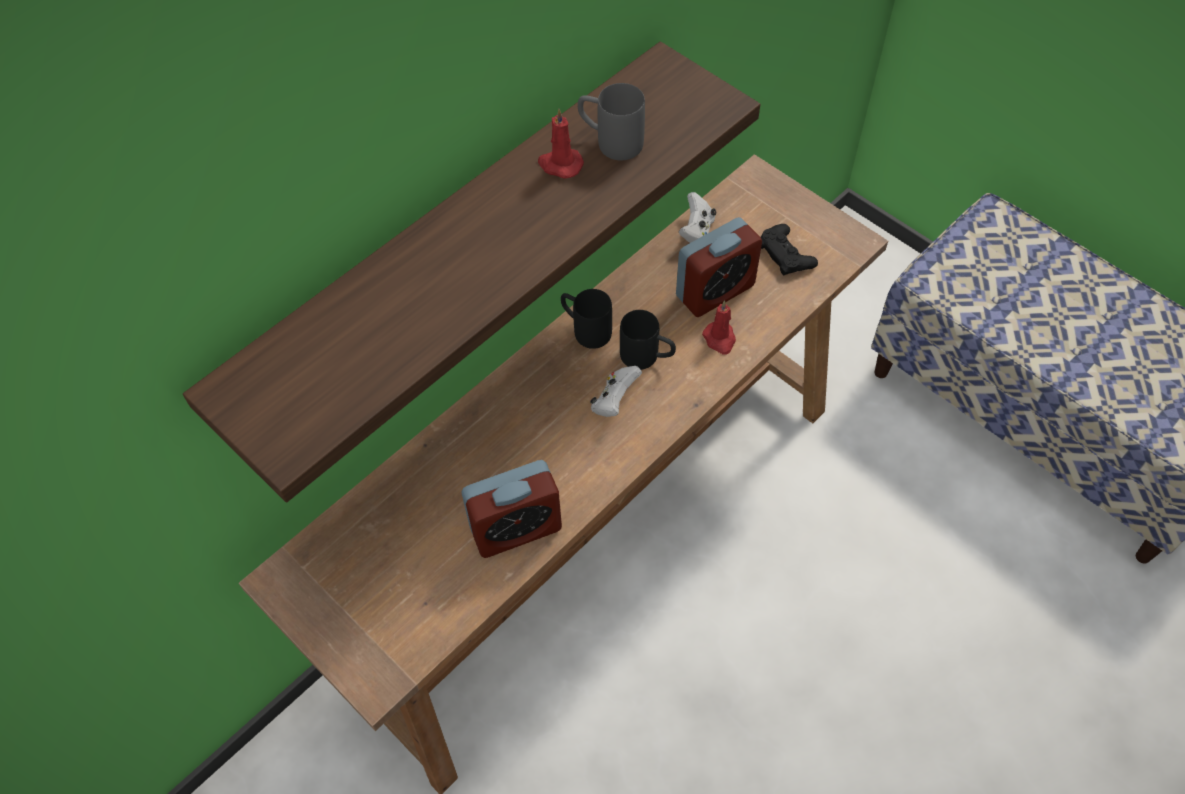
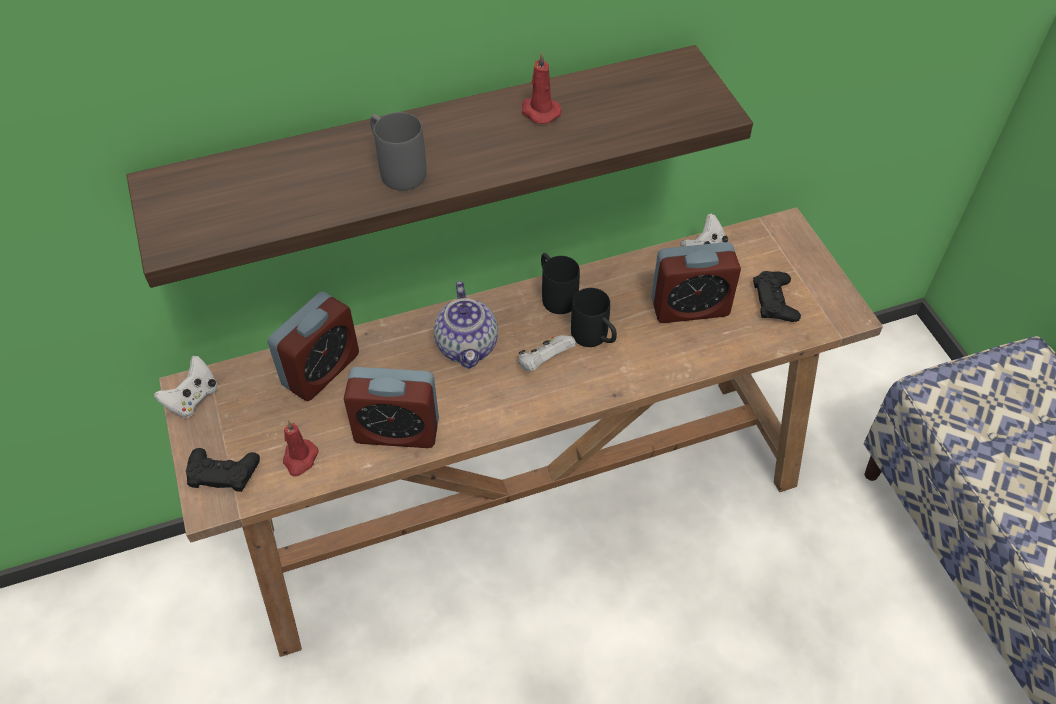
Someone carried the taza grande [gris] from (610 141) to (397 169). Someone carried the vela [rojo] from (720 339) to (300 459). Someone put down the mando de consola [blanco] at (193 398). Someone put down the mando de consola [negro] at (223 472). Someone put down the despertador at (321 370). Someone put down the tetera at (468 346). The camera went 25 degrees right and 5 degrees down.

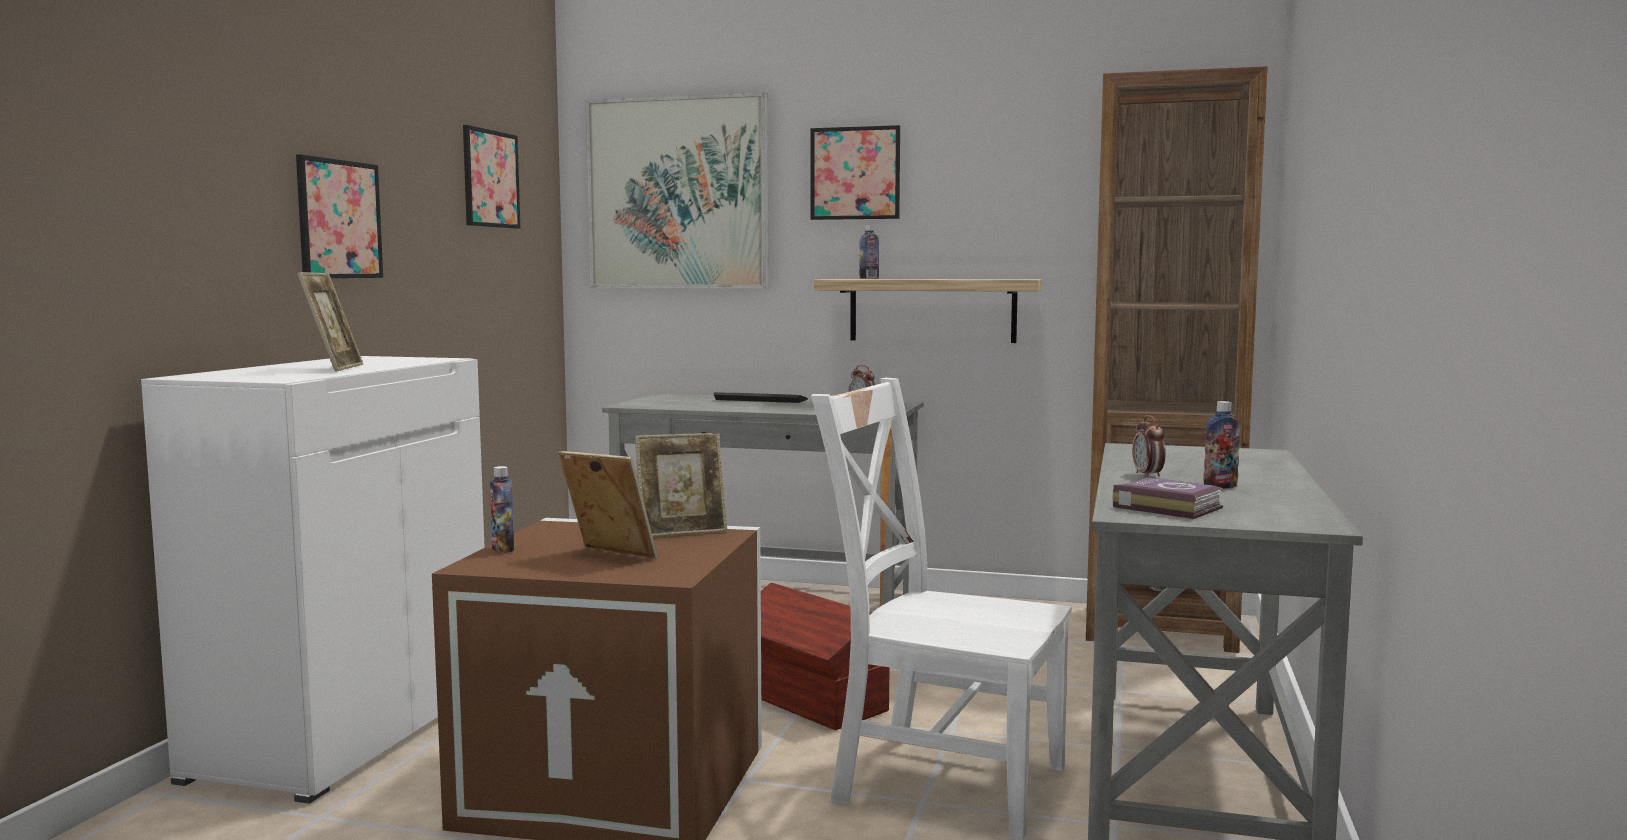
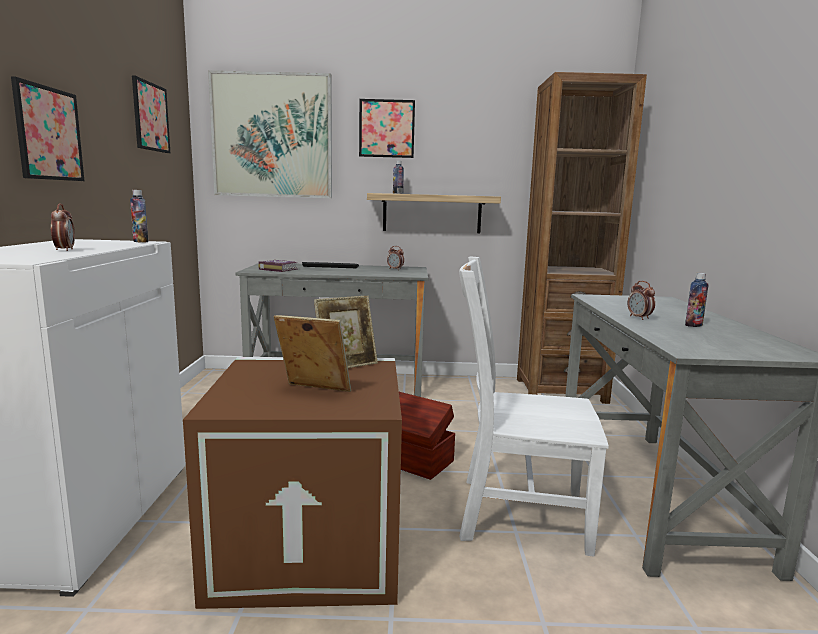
Someone swapped the portarretratos at (334 368) for the despertador at (64 250). Someone carried the botella from (503 549) to (140 241). Someone carried the libro from (1166 507) to (278 269). The camera went 15 degrees left and 5 degrees up.

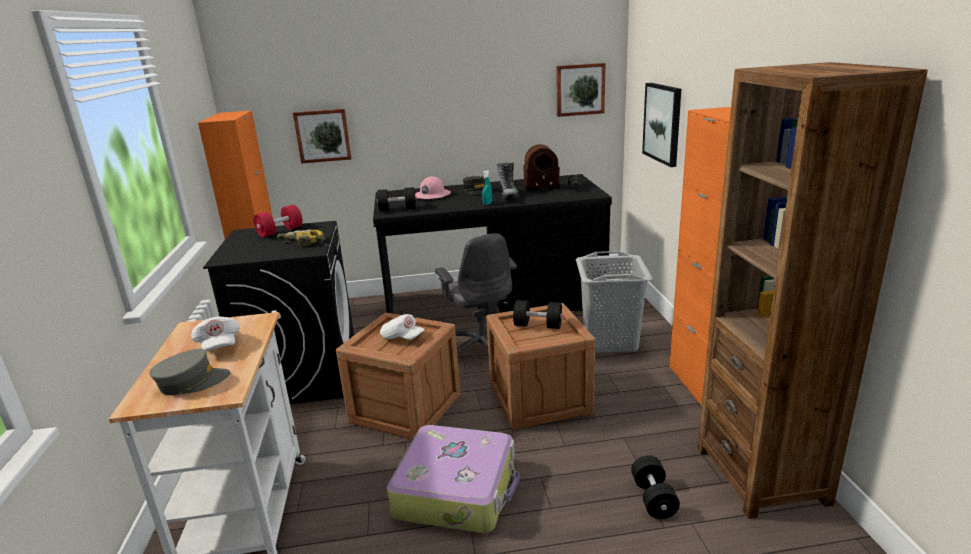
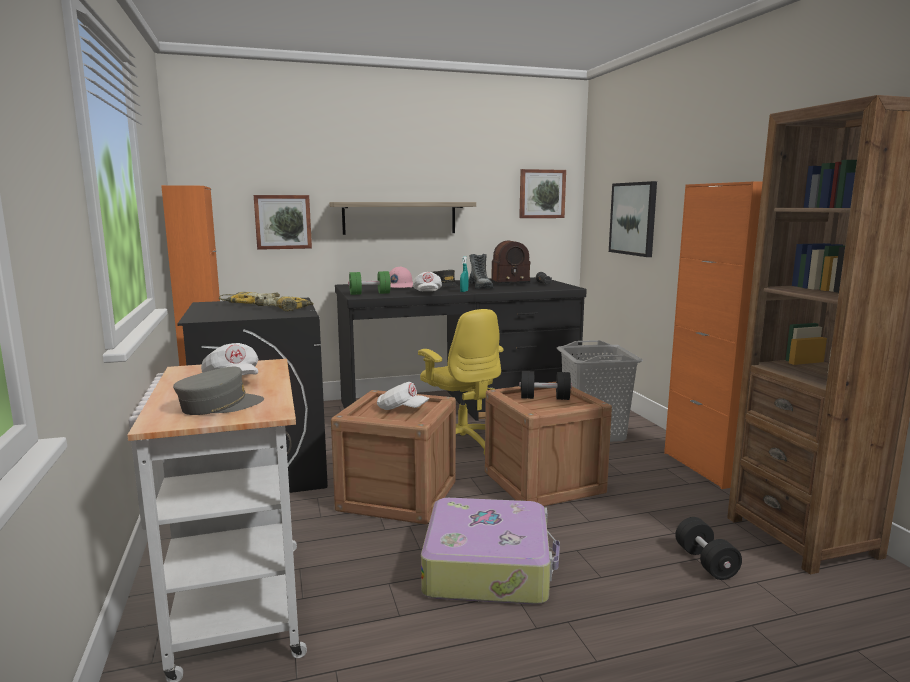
Someone swapped the mancuerna [rojo] at (280 231) for the taladro at (251 303). Someone repainted the mancuerna [negro] at (397 209), which became the mancuerna [verde] at (369 294). Someone repainted the silla de oficina [gris] at (482 349), which became the silla de oficina [amarillo] at (462 443). Someone put up the estante at (399 218). Someone put down the gorra [blanco] at (427 293). The camera went 10 degrees left and 10 degrees down.

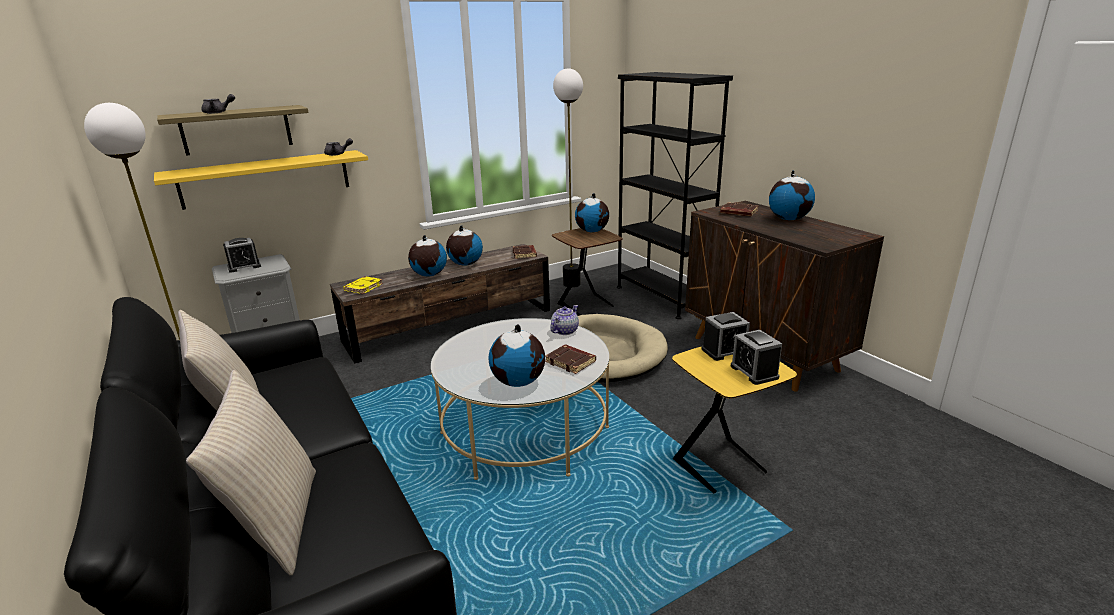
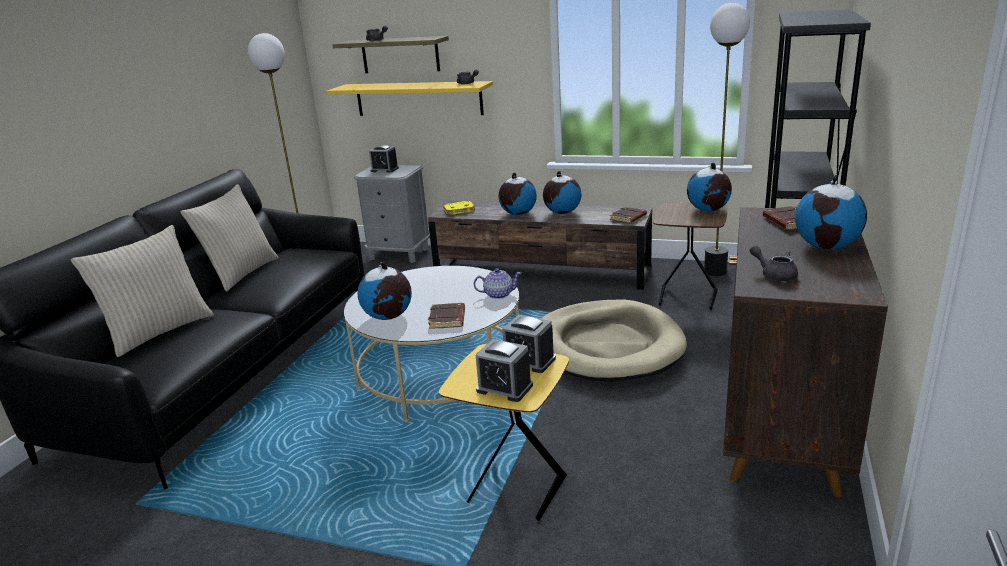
Someone rotated the despertador at (754 372) by 90 degrees counterclockwise. Someone put down the tetera [gris] at (774 275). The camera went 50 degrees right and 0 degrees up.

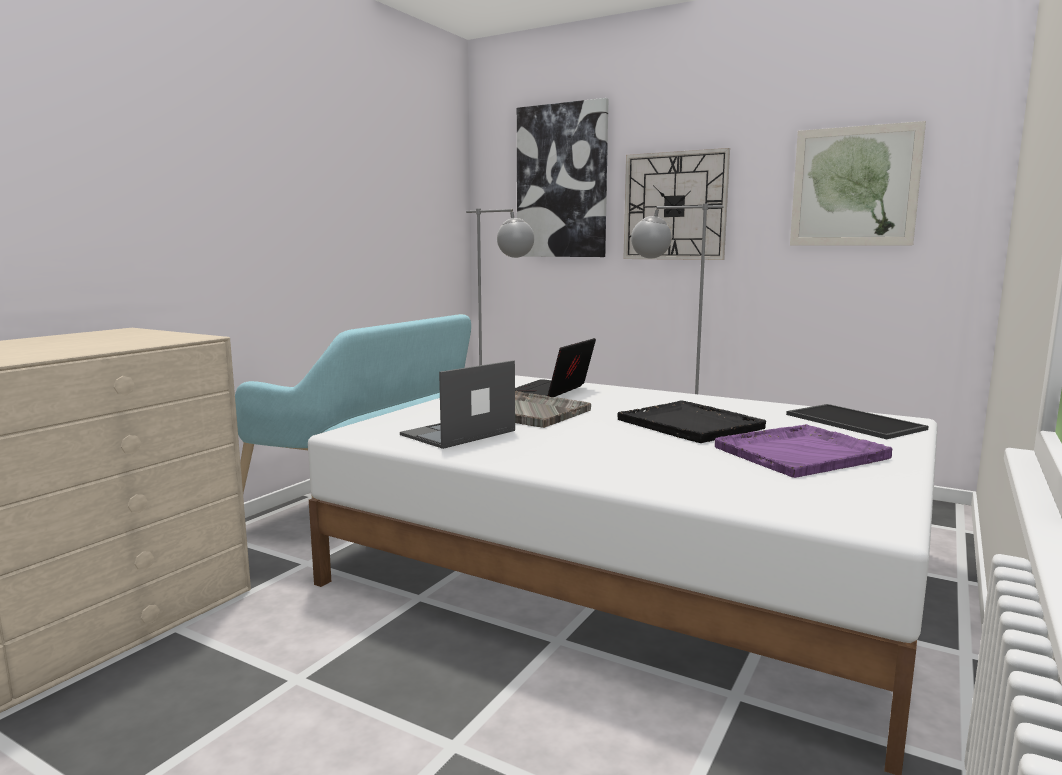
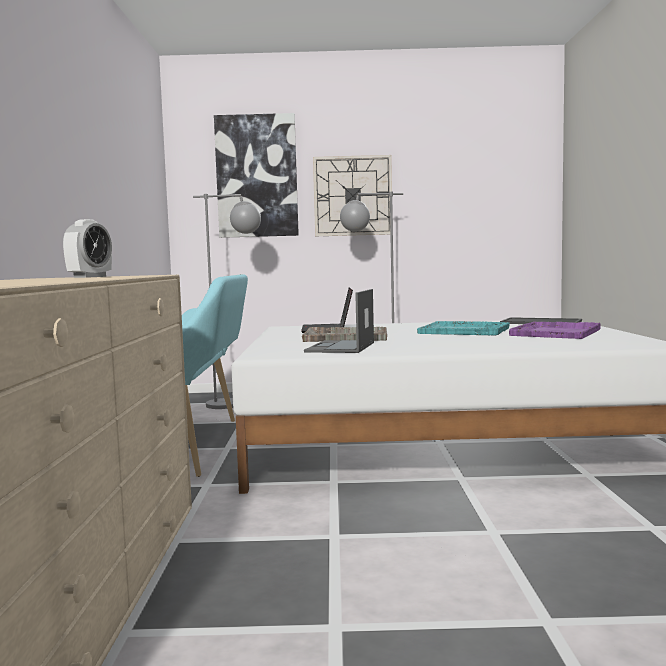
Someone repainted the bandeja [negro] at (690 424), which became the bandeja [turquesa] at (465 331). Someone took away the cuadro at (854 186). Someone put down the despertador at (90 277). The camera went 30 degrees left and 5 degrees down.

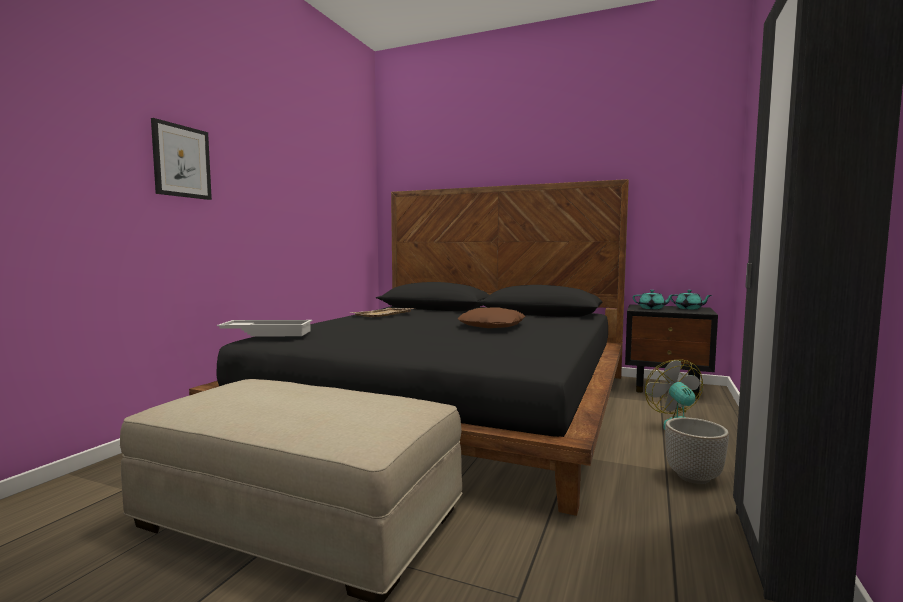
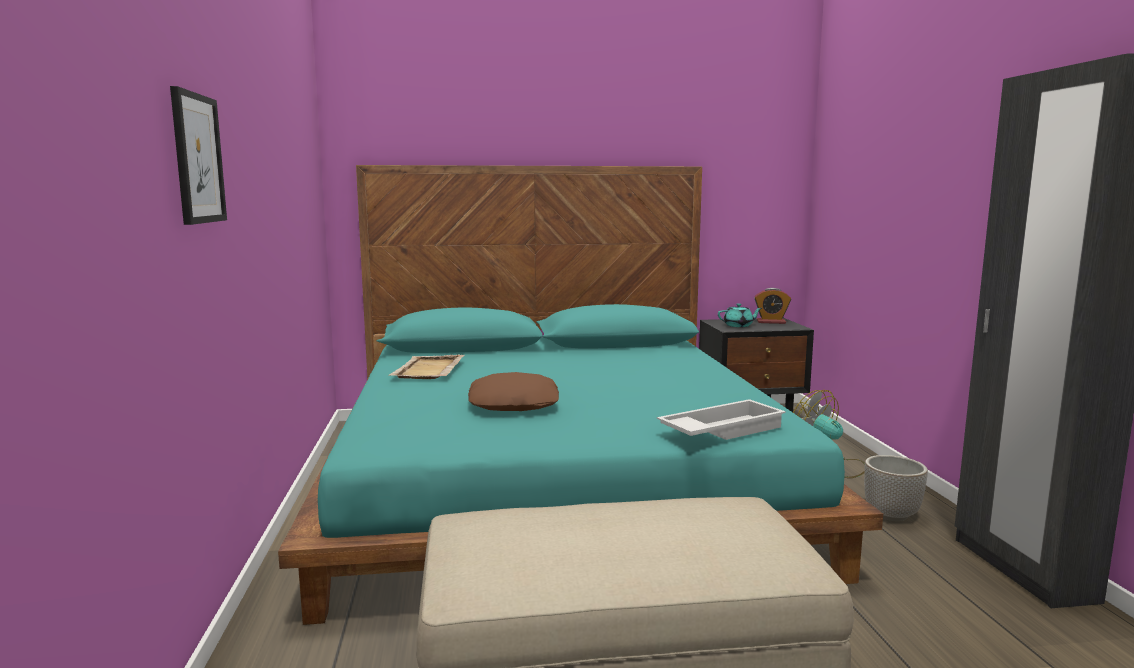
Someone repainted the cama [negro] at (450 402), which became the cama [turquesa] at (557 482). Someone carried the bandeja [blanco] from (268 333) to (721 430). Someone carried the cojín [marrón] from (492 326) to (514 403). Someone swapped the tetera [turquesa] at (689 308) for the despertador at (771 322). The camera went 30 degrees left and 5 degrees up.

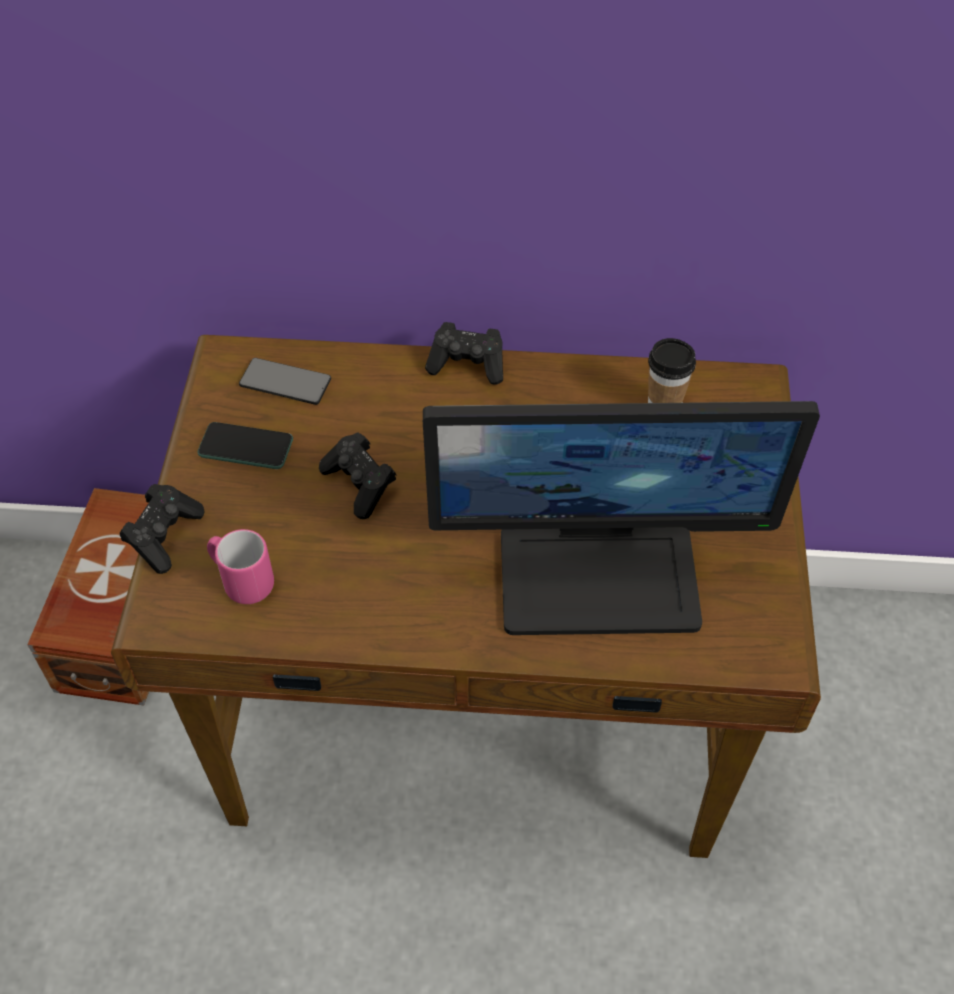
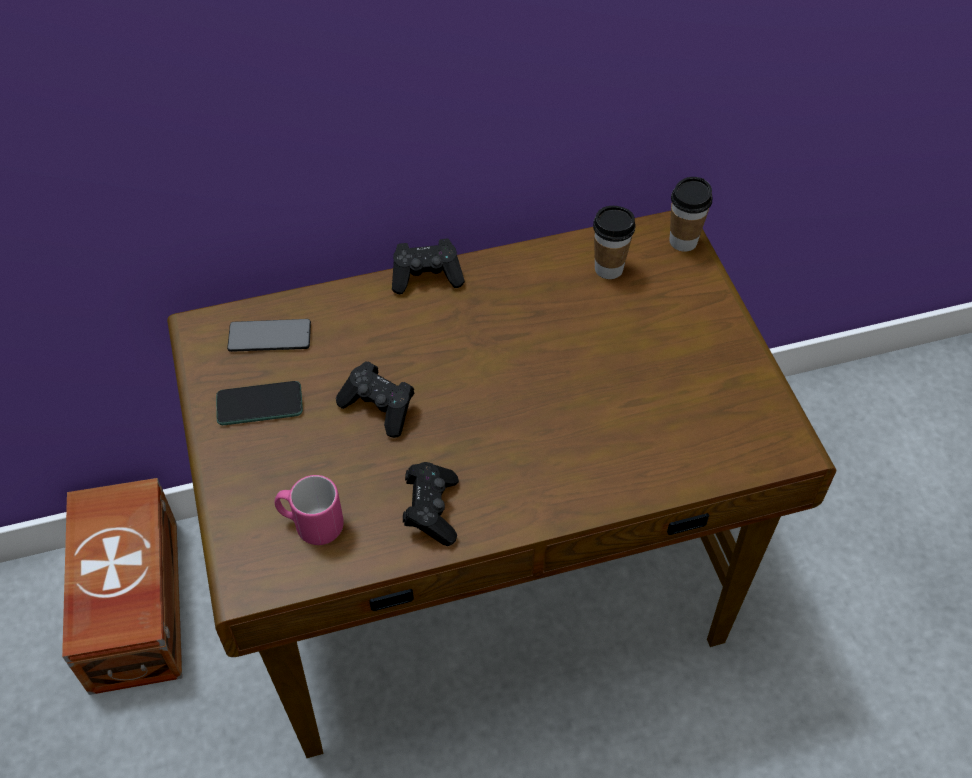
Someone carried the mando de consola [negro] from (164 536) to (431 510). Someone took away the monitor at (599 575). Someone put down the taza at (683 241). The camera went 20 degrees left and 0 degrees up.

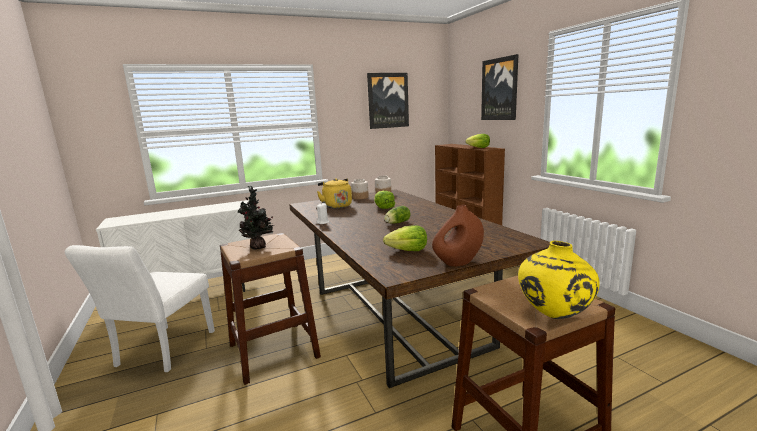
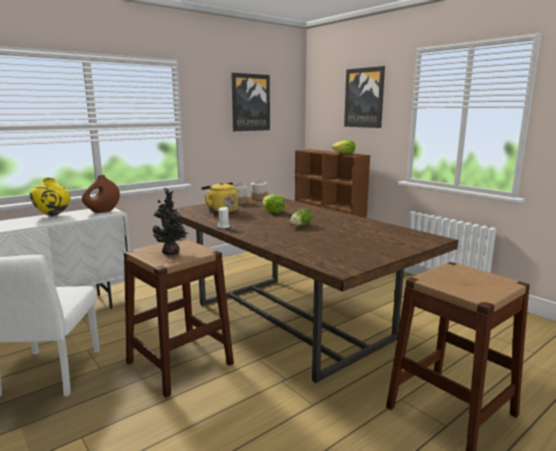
Someone took away the lechuga at (408 250). Someone carried the florero [marrón] from (458 263) to (102 211). Someone carried the florero [amarillo] from (553 316) to (53 215). The camera went 15 degrees left and 0 degrees up.

